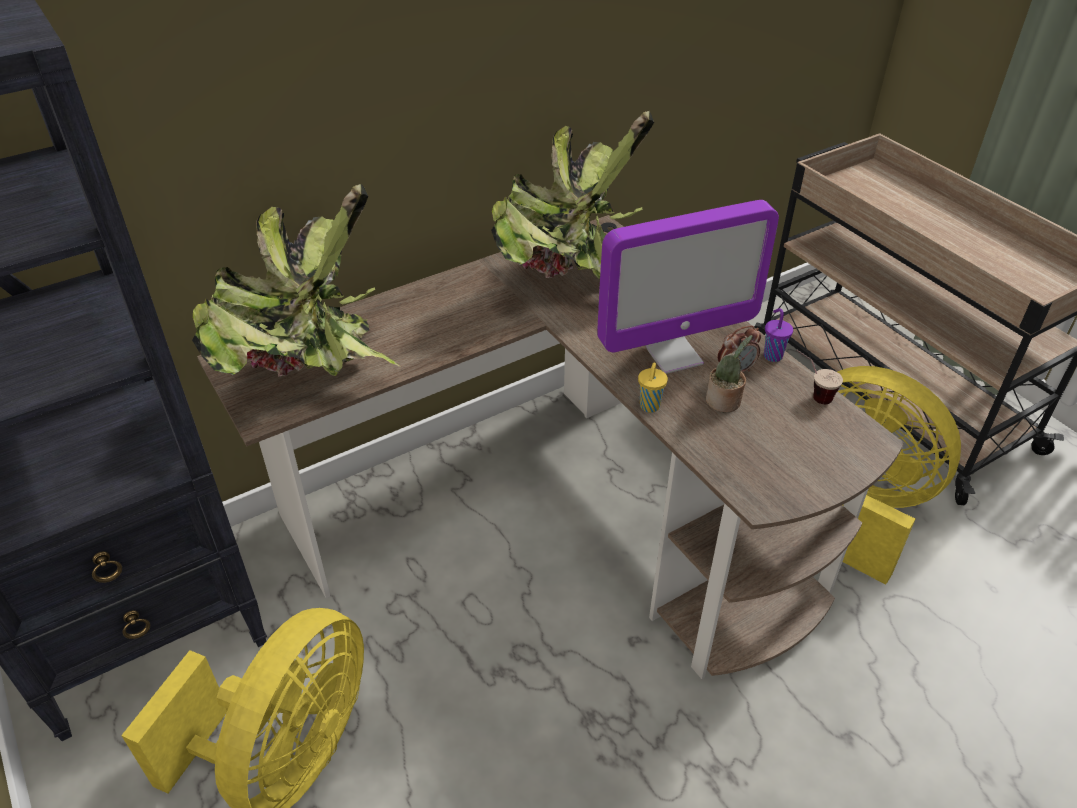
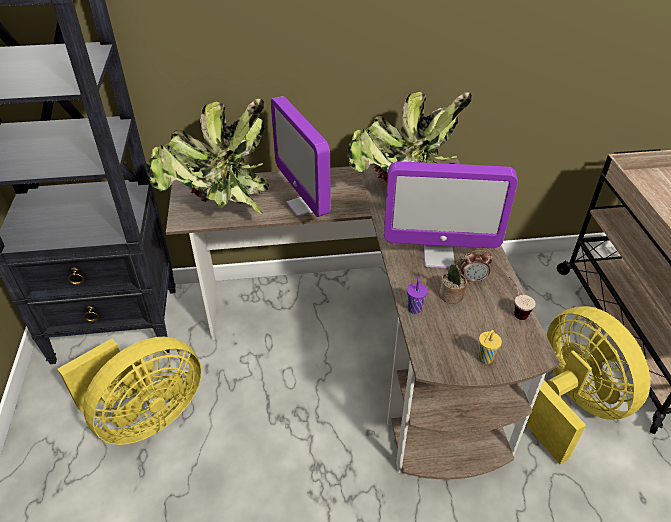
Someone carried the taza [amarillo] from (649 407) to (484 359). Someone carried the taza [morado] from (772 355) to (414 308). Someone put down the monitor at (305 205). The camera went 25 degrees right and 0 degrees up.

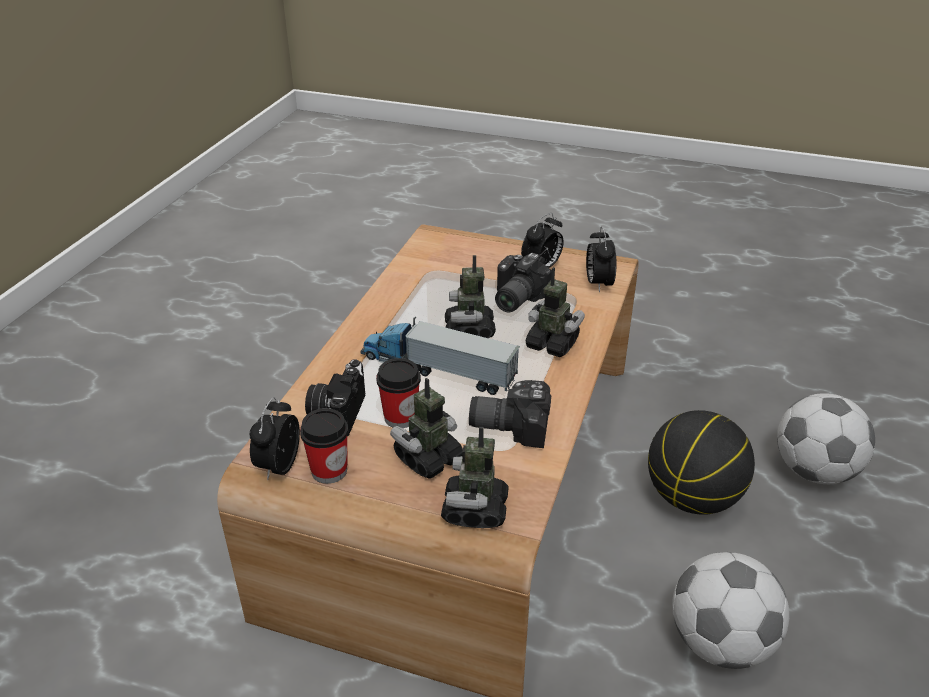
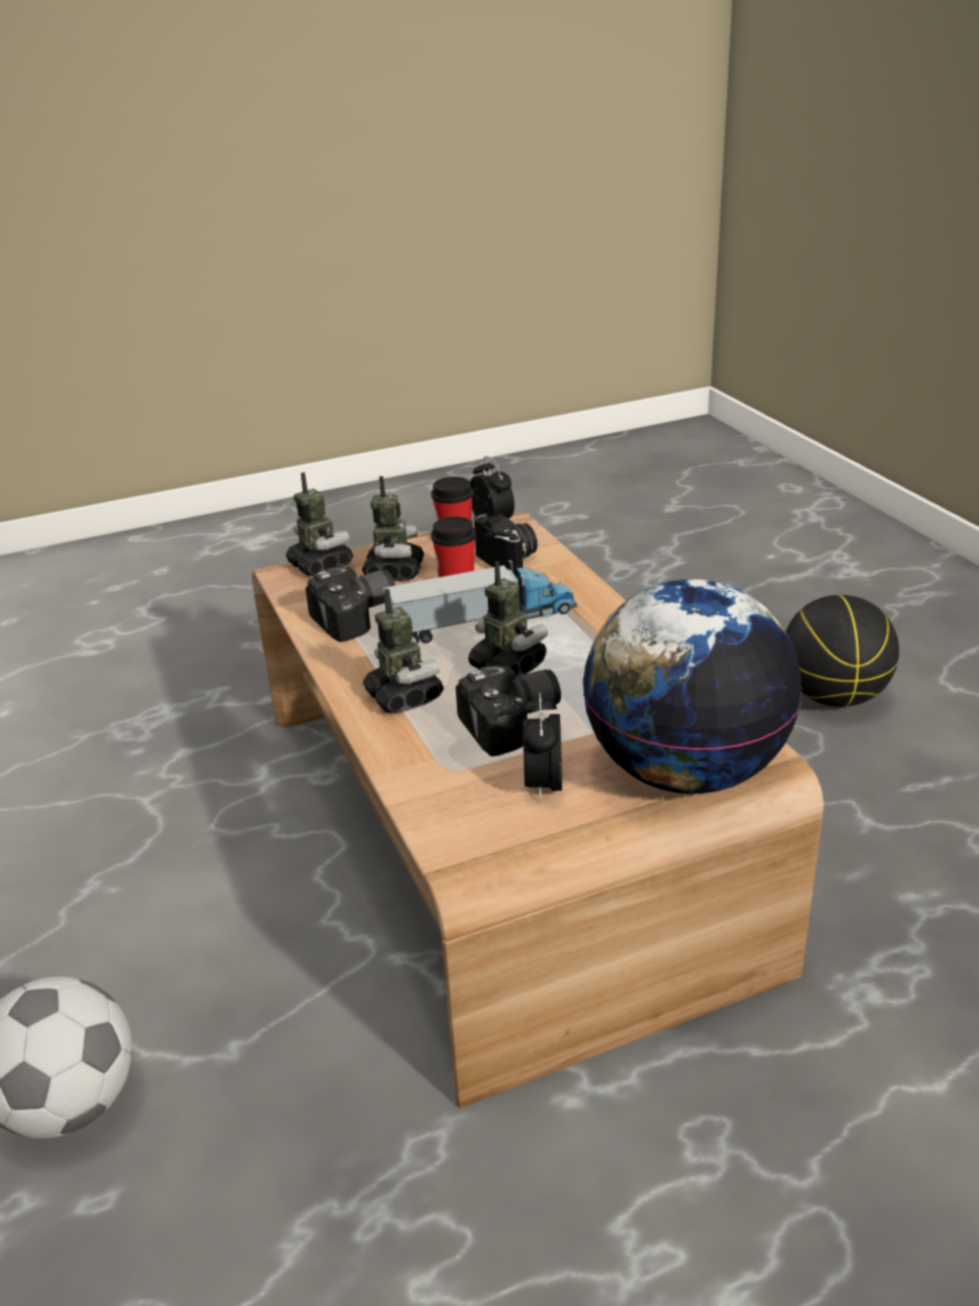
Someone rotated the cámara at (514 298) by 75 degrees clockwise. Someone rotated the robot de juguete at (552 344) by 105 degrees counterclockwise. Someone took away the despertador at (598 284). Someone carried the balón de baloncesto from (691 498) to (834 697). Someone took away the balón de fútbol at (720 643). Someone put down the globo terráqueo at (685 771). The camera went 140 degrees right and 5 degrees down.

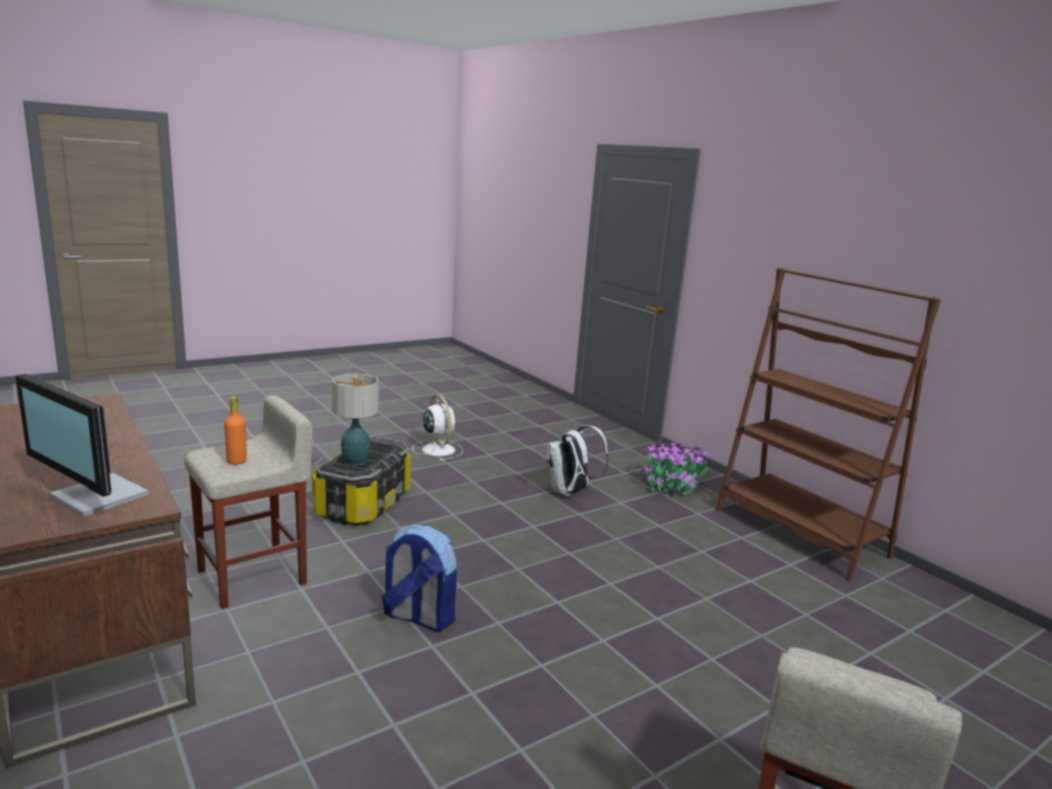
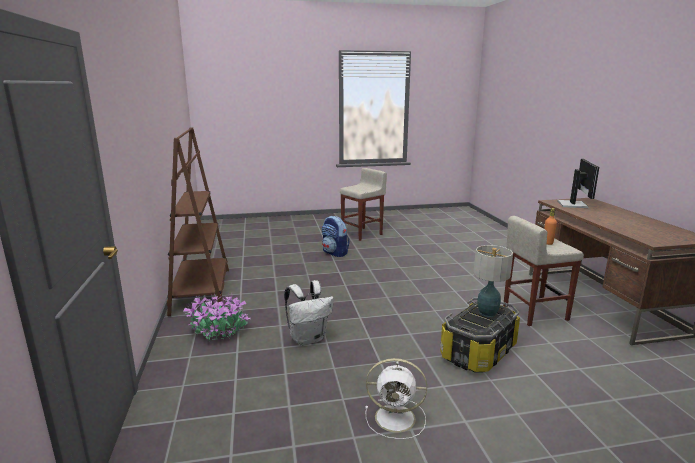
Someone rotated the monitor at (96 497) by 45 degrees clockwise. Someone carried the mochila from (418 617) to (335 253). Someone rotated the ventilador [blanco] at (437 449) by 75 degrees counterclockwise. The camera went 155 degrees left and 0 degrees up.

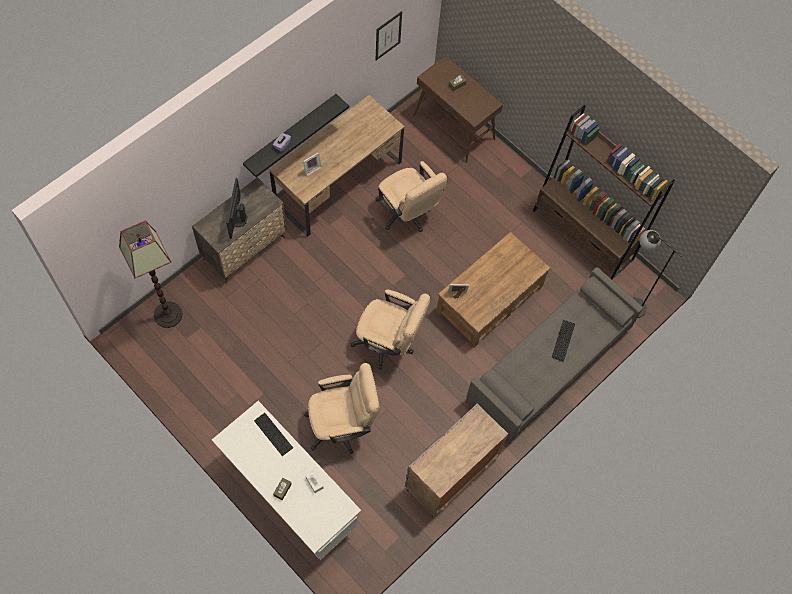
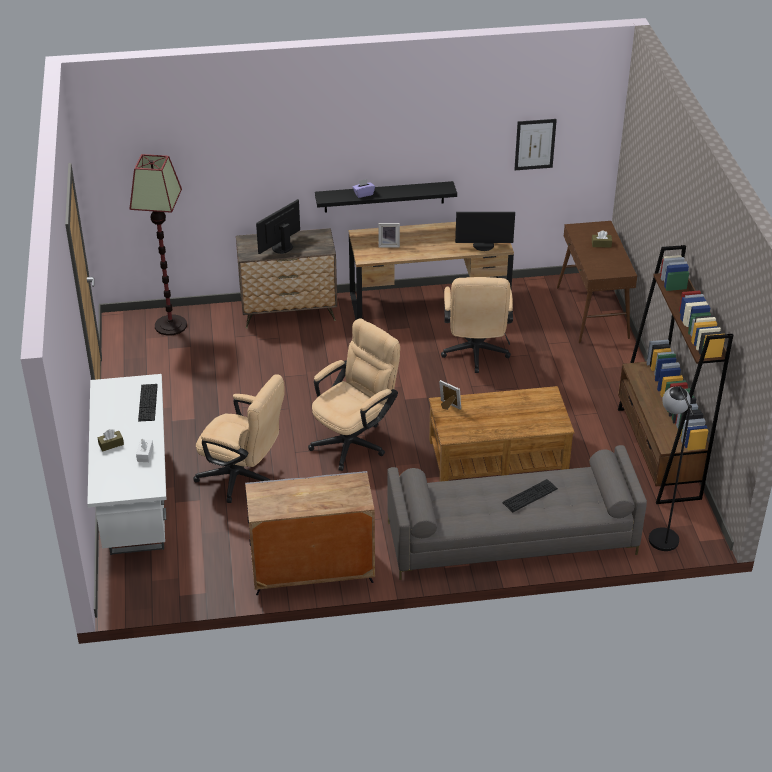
Someone rotated the silla de oficina [beis] at (389 343) by 105 degrees counterclockwise. Someone put down the monitor at (483 245). The camera went 40 degrees right and 25 degrees down.

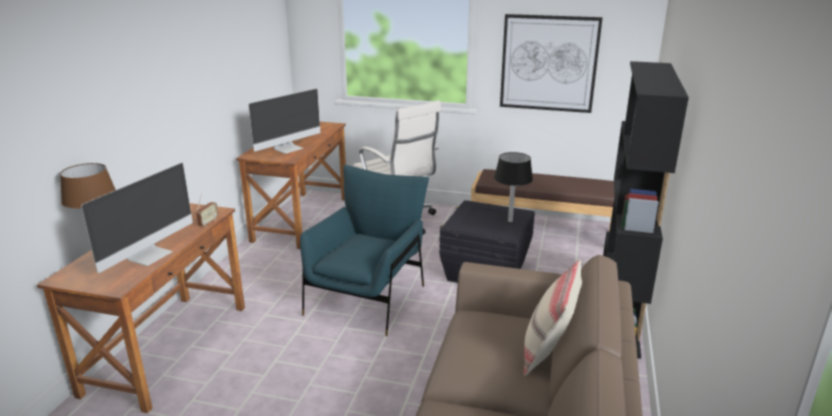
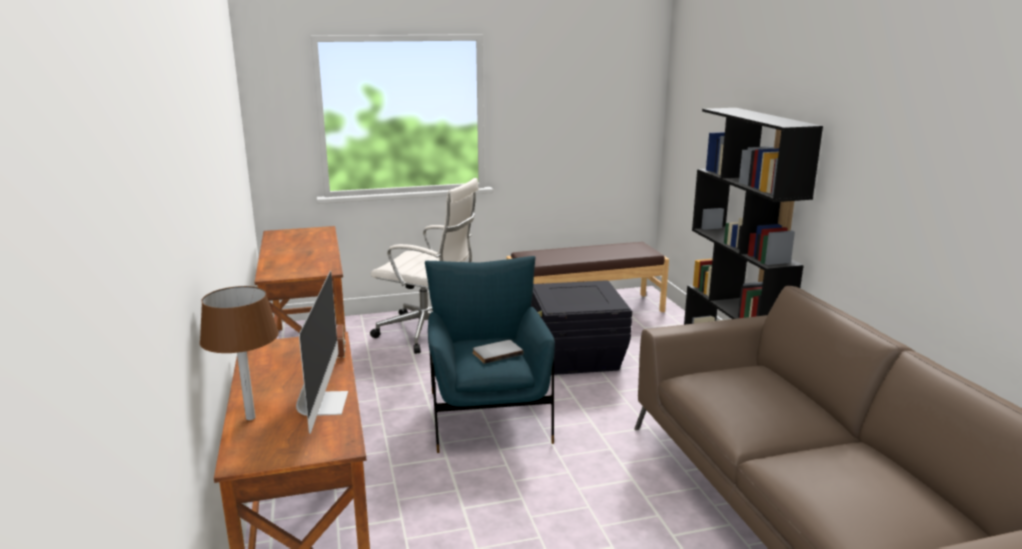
Someone took away the monitor at (288 148). Someone took away the lámpara de mesa [negro] at (510 221). Someone took away the cuadro at (548 63). Someone took away the cojín [beis] at (548 352). Someone put down the libro [gris] at (496 353). The camera went 30 degrees left and 5 degrees down.

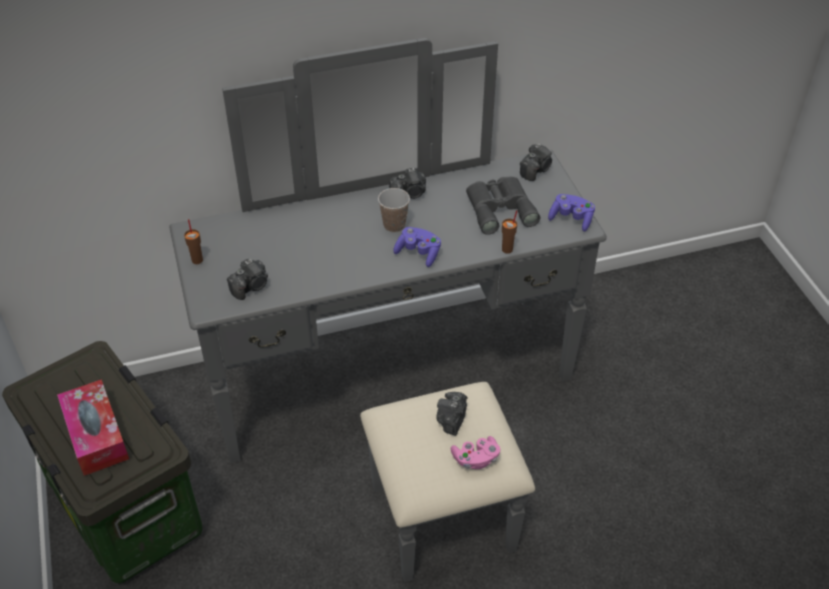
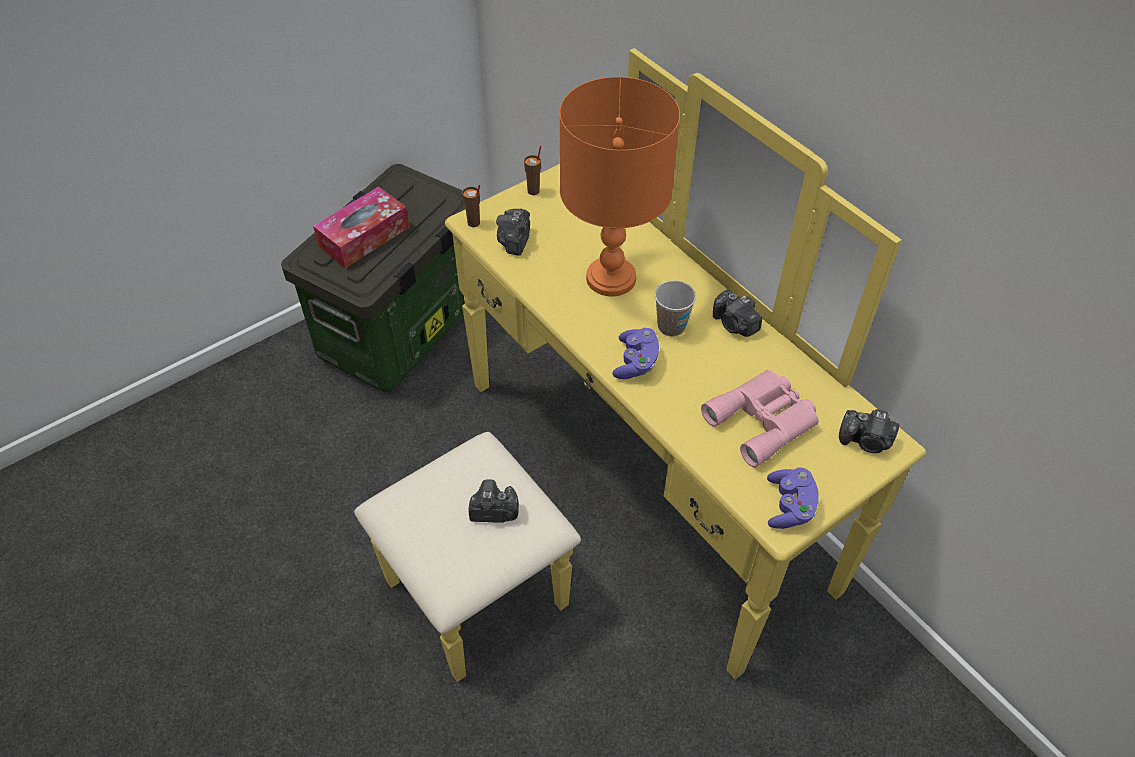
Someone repainted the cómoda [gris] at (403 405), which became the cómoda [amarillo] at (609 507). Someone rotated the cámara at (251 287) by 75 degrees clockwise. Someone took away the mando de consola [rosa] at (475 459). Someone repainted the prismáticos [gris] at (499 208), which became the prismáticos [rosa] at (764 420). Someone carried the taza [marrón] from (507 249) to (474 223). Someone put down the lámpara de mesa [naranja] at (612 278). The camera went 70 degrees right and 5 degrees up.

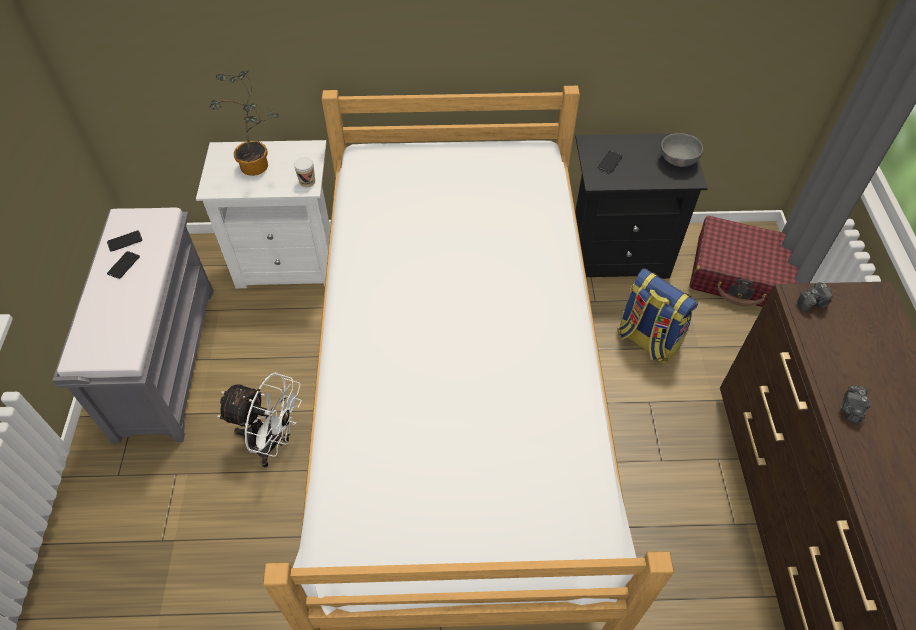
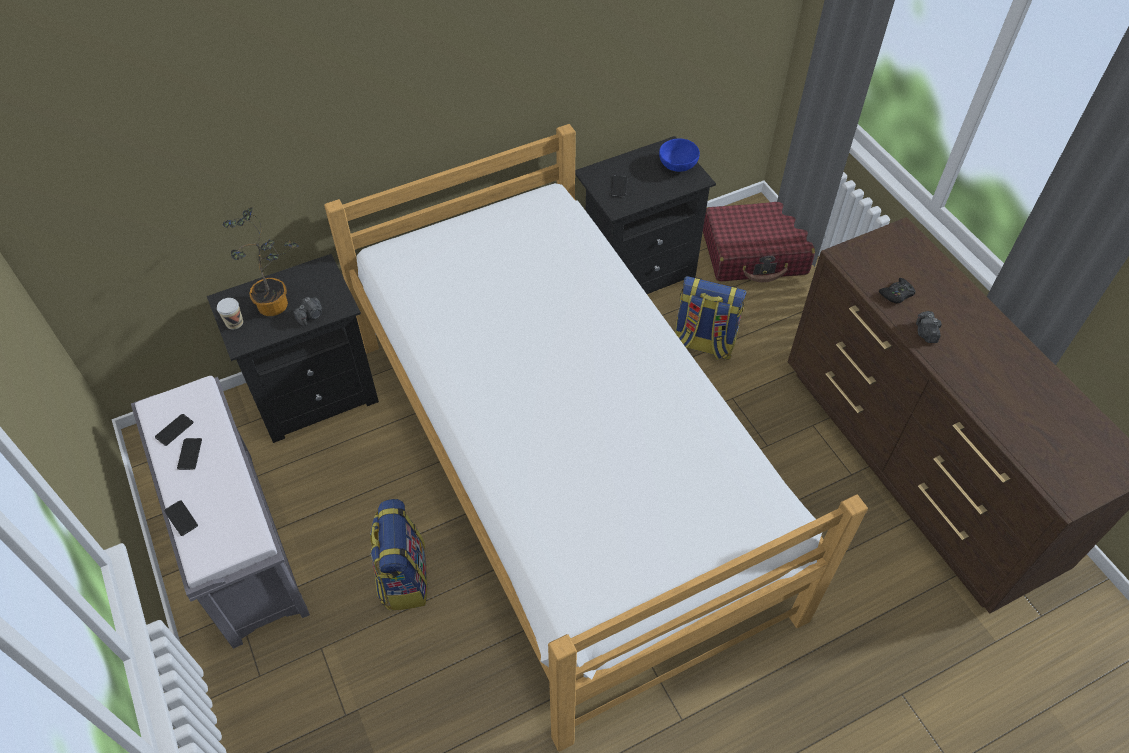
Someone repainted the mesita de noche [blanco] at (289 261), which became the mesita de noche [negro] at (315 394). Someone swapped the ventilador [blanco] at (272 442) for the mochila at (403 577). Someone carried the taza from (307 181) to (234 322). Someone repainted the cuenco [gris] at (677 161), which became the cuenco [azul] at (677 166). Someone carried the cámara from (813 303) to (311 316). Someone put down the móvil at (181 518). Someone put down the mando de consola [negro] at (897 294). The camera went 25 degrees left and 0 degrees up.

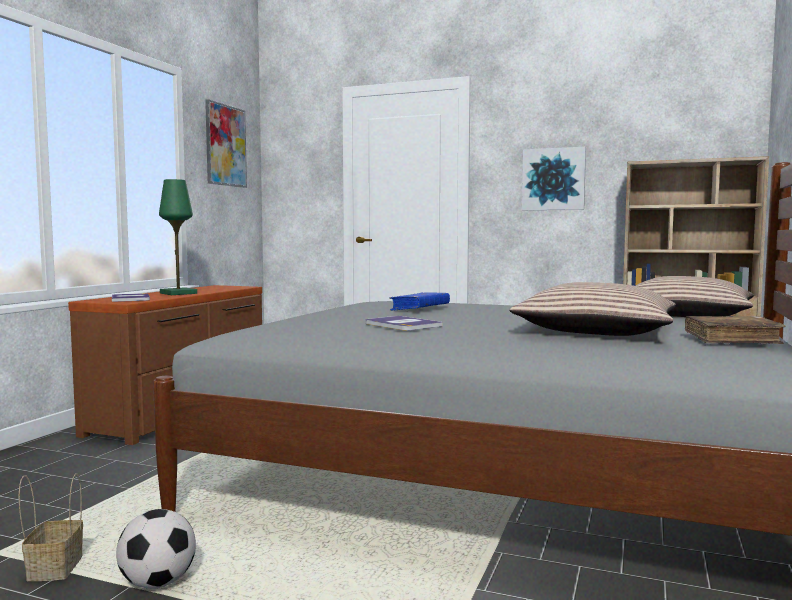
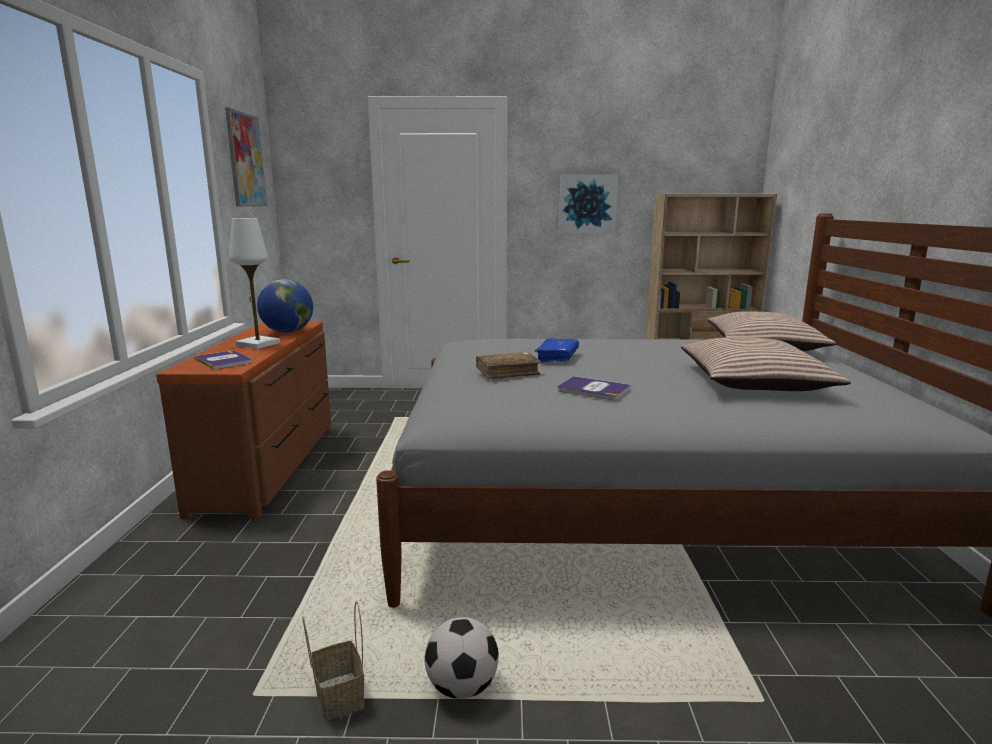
Someone repainted the lámpara de mesa [verde] at (178 293), which became the lámpara de mesa [blanco] at (258 344). Someone carried the libro [marrón] from (731 340) to (507 372). Someone put down the globo terráqueo at (288 332). The camera went 20 degrees left and 10 degrees up.

